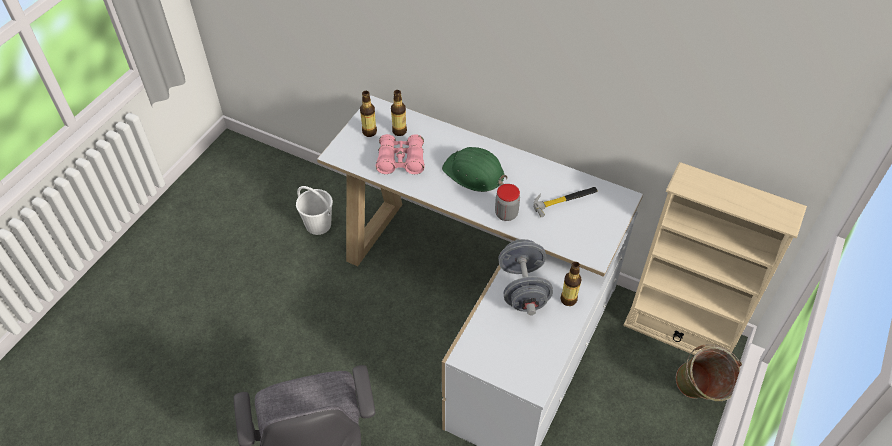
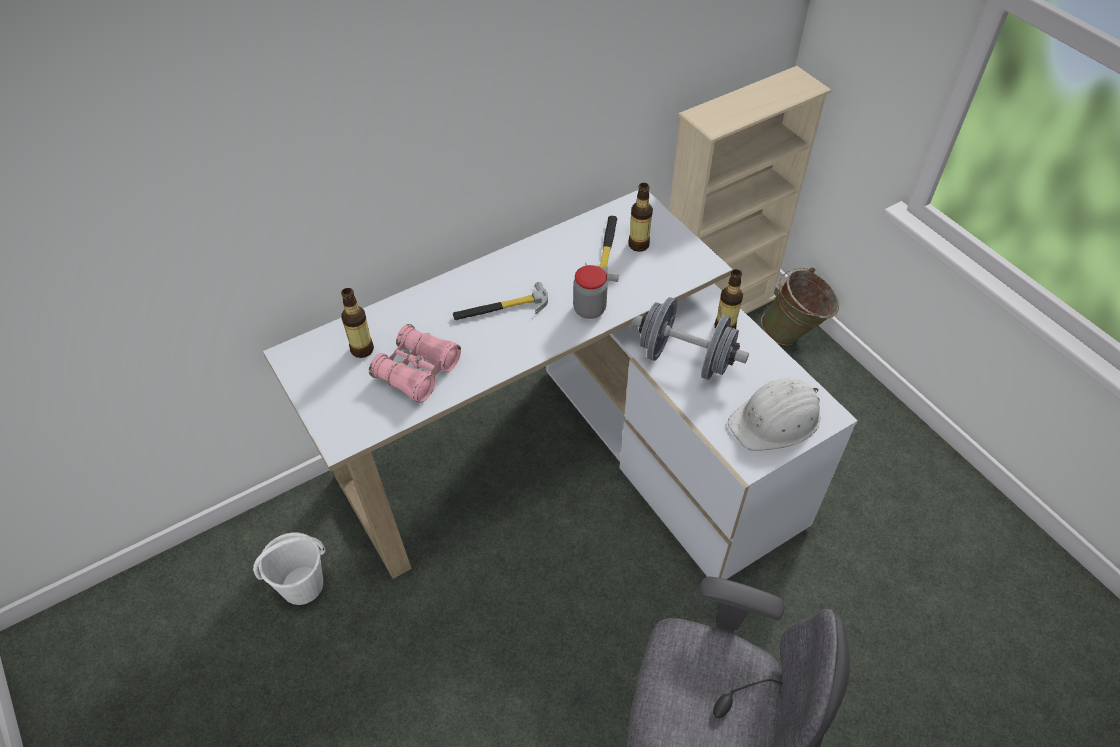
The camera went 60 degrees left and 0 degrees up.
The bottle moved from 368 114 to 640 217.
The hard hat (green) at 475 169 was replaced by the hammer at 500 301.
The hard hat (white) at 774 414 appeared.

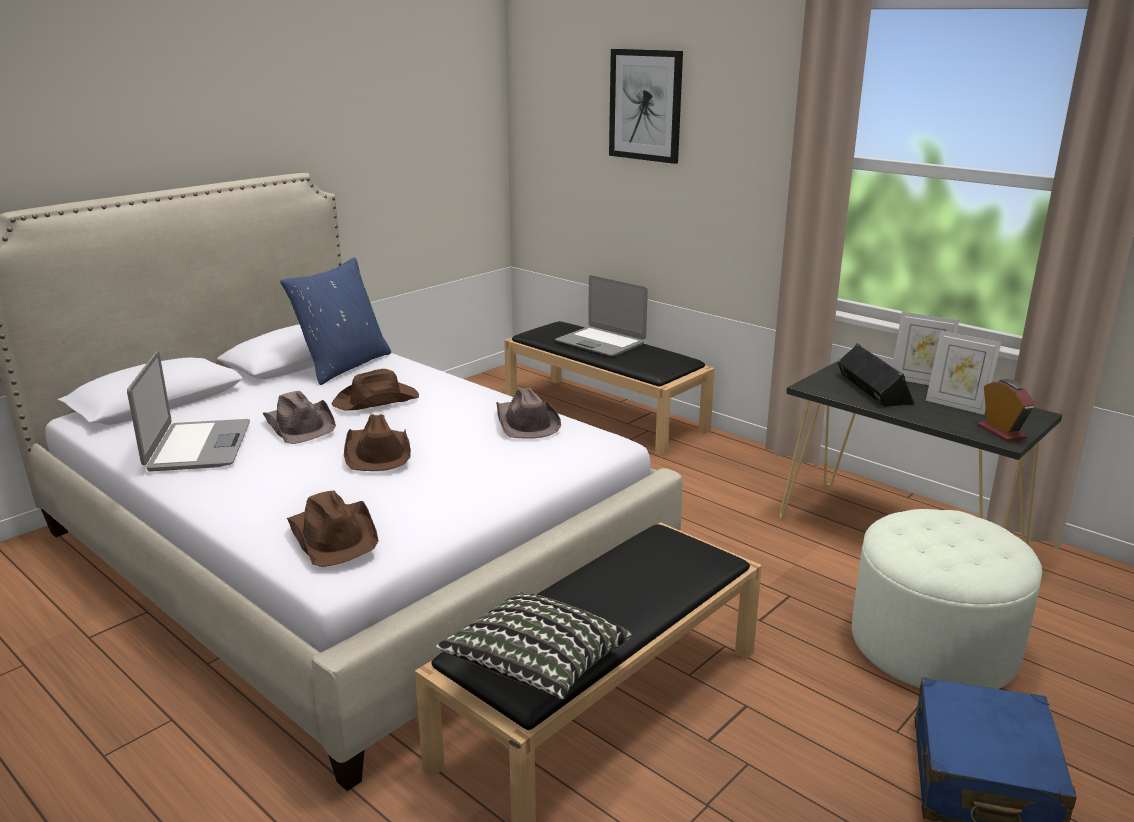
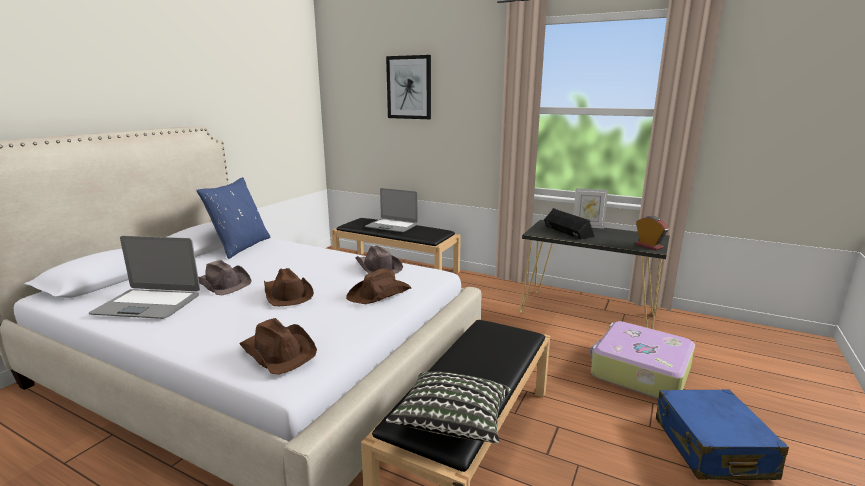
The camera went 15 degrees left and 5 degrees down.
The picture frame at 963 373 disappeared.
The laptop at 188 411 turned 120 degrees clockwise.
The hat (brown) moved from 375 390 to 378 286.
The ottoman (white) at 947 599 was replaced by the suitcase at 642 360.

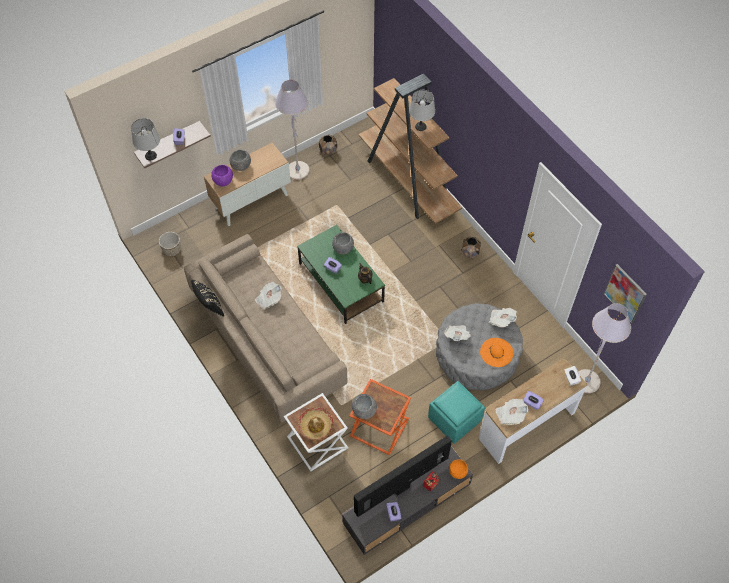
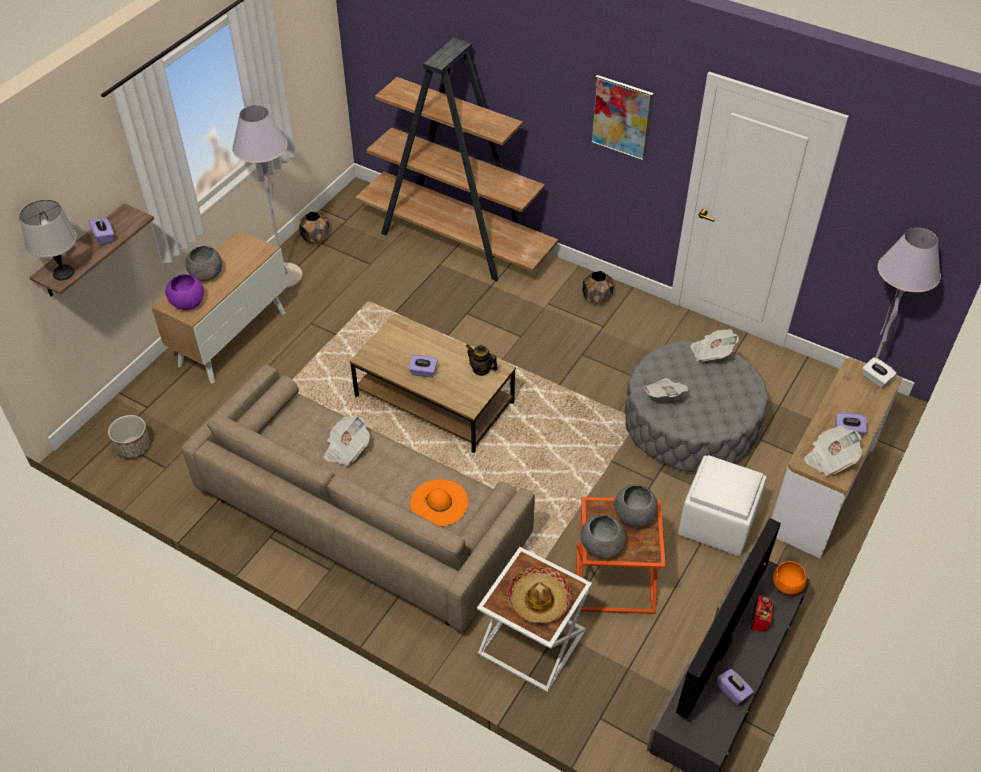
The camera went 25 degrees left and 10 degrees down.
The table lamp (grey) at 422 110 disappeared.
The coffee table (green) at 341 274 became the coffee table (brown) at 432 383.
The bowl (grey) moved from 343 243 to 636 506.
The picture moved from 625 294 to 622 118.
The pillow (black) at 207 298 disappeared.
The hat (orange) moved from 496 352 to 439 503.
The ottoman (turquoise) at 456 412 became the ottoman (white) at 722 505.

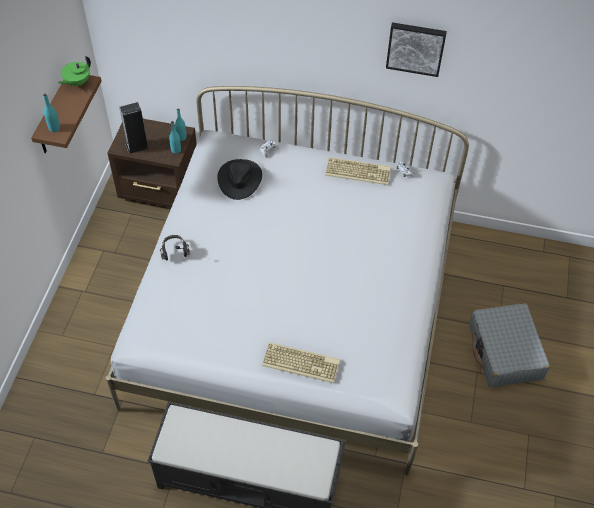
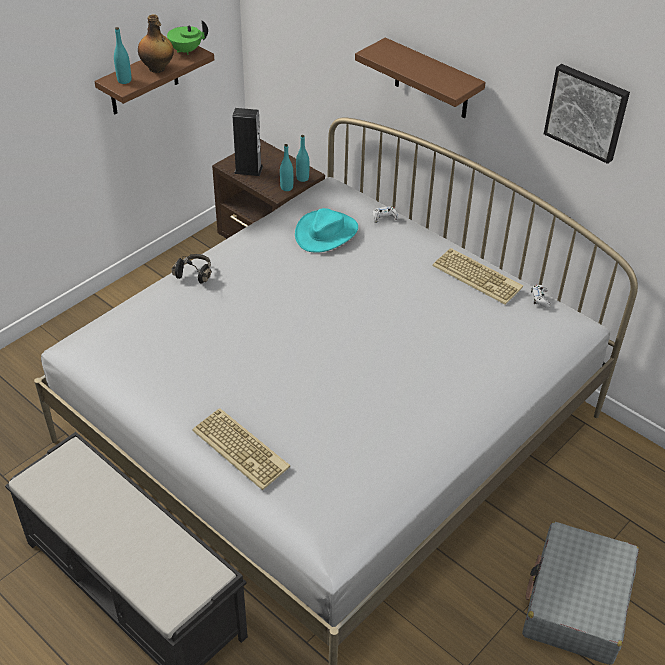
The camera went 30 degrees right and 10 degrees down.
The hat (black) at 239 179 became the hat (turquoise) at 326 230.
The bottle at 156 43 appeared.
The shelf (brown) at 420 78 appeared.

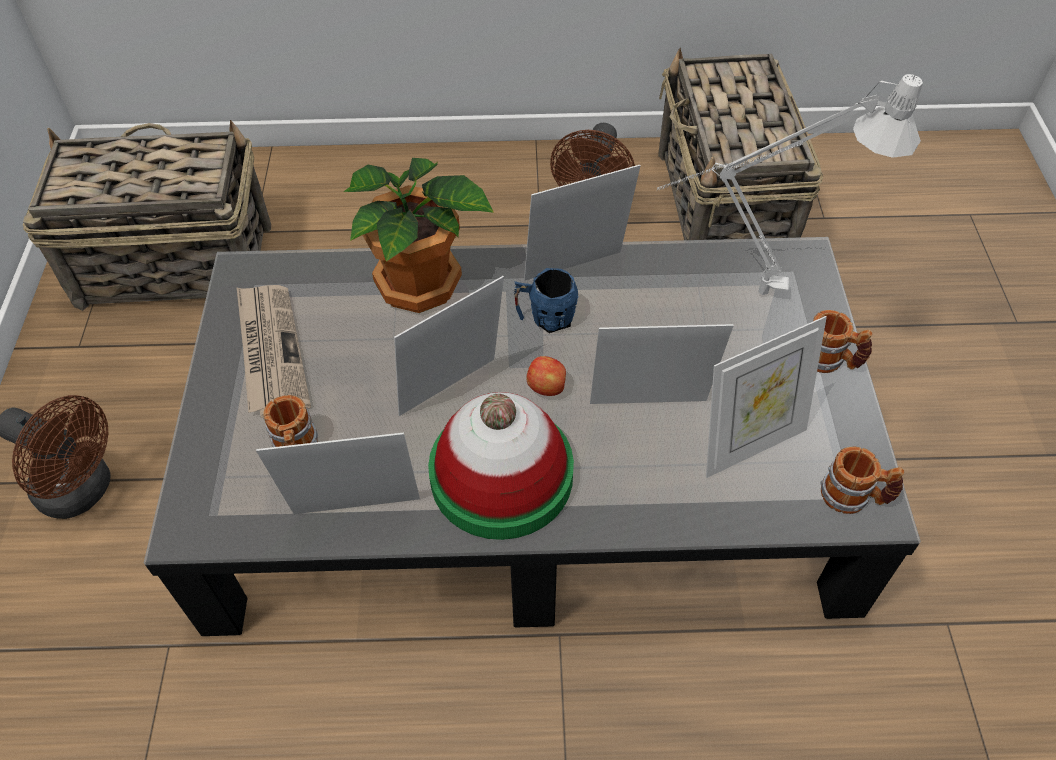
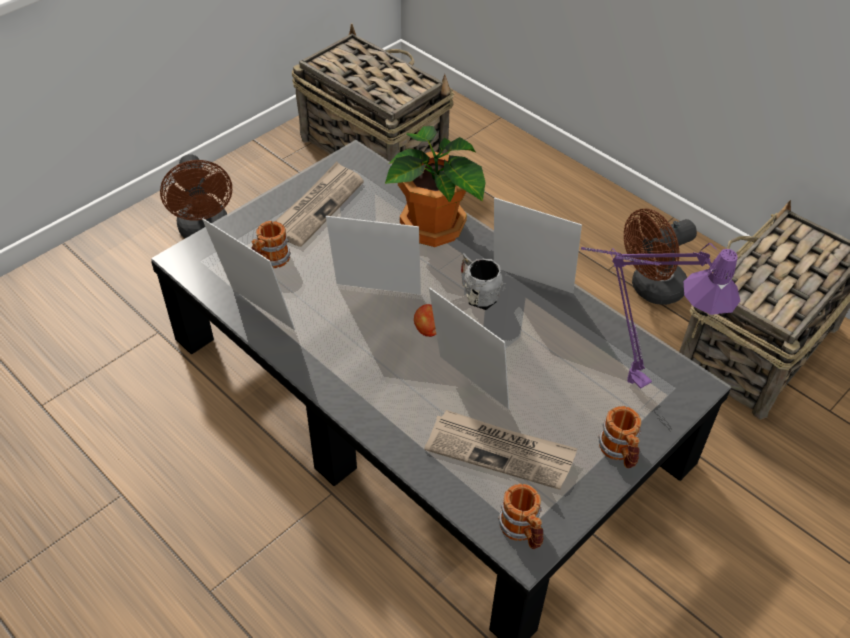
The camera went 45 degrees right and 5 degrees down.
The table lamp (grey) at 790 184 became the table lamp (purple) at 660 315.
The mug (blue) at 546 300 became the mug (grey) at 482 281.
The picture frame at 766 397 was replaced by the newspaper at 501 450.
The hat at 501 466 disappeared.

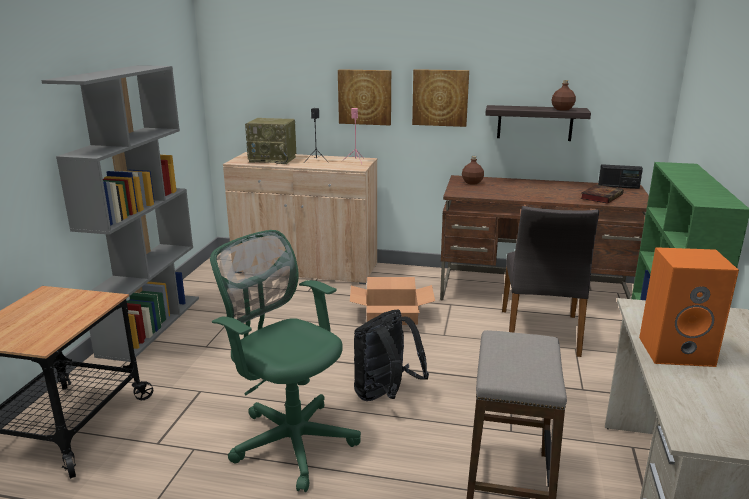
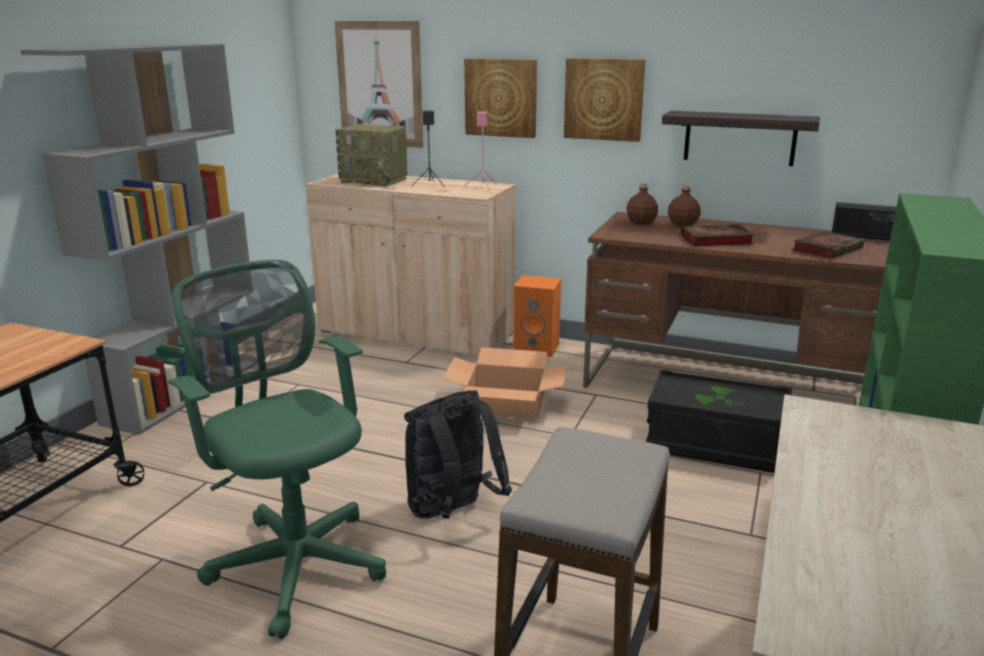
The camera went 10 degrees right and 0 degrees up.
The bottle (brown) moved from 564 95 to 684 206.
The chair (grey) at 550 281 was replaced by the storage box (black) at 719 421.
The speaker (orange) moved from 689 307 to 537 316.
The picture at 379 84 appeared.
The book at 718 235 appeared.

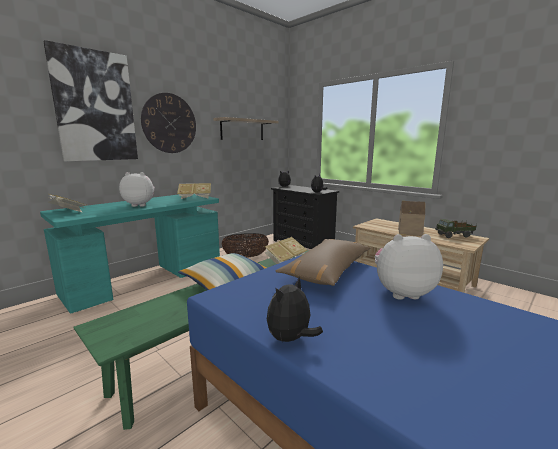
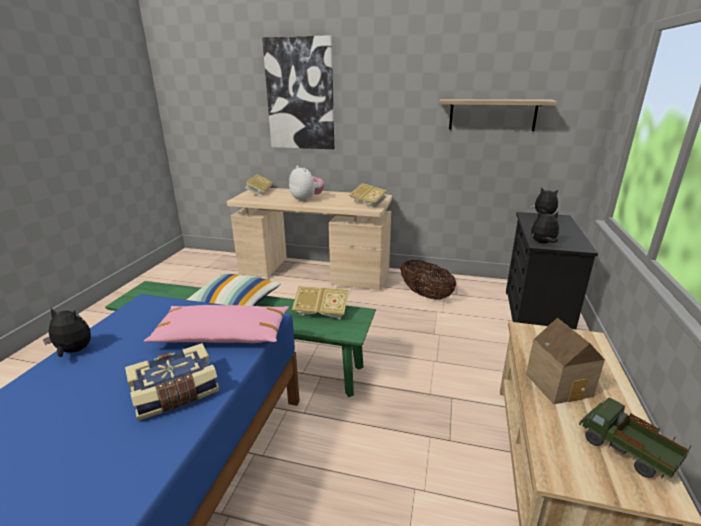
The camera went 60 degrees right and 10 degrees up.
The wall clock at 168 123 disappeared.
The desk (turquoise) at 130 253 became the desk (beige) at 309 239.
The plush toy at 409 267 was replaced by the book at 172 381.
The pillow (brown) at 322 262 became the pillow (pink) at 216 324.

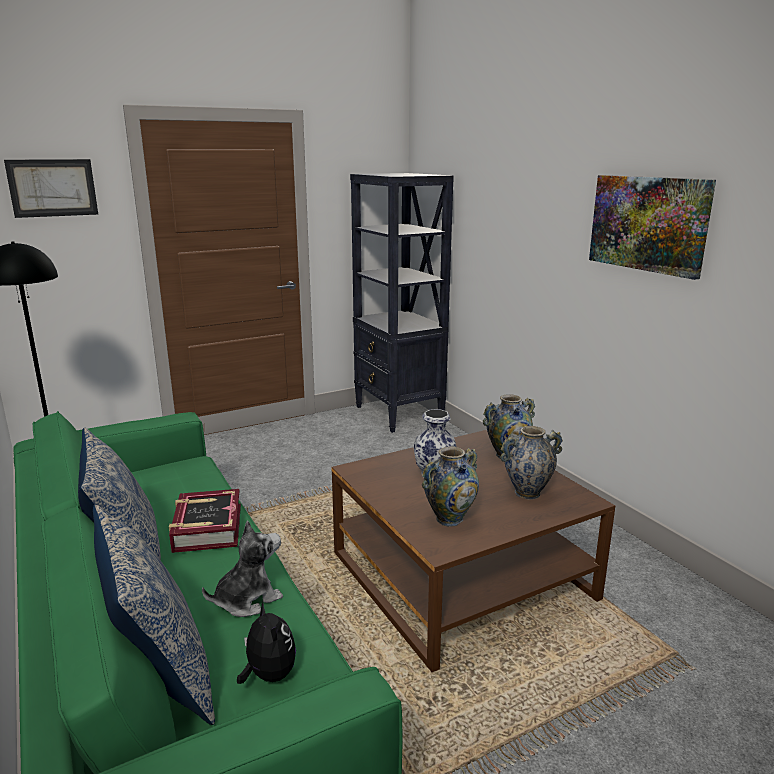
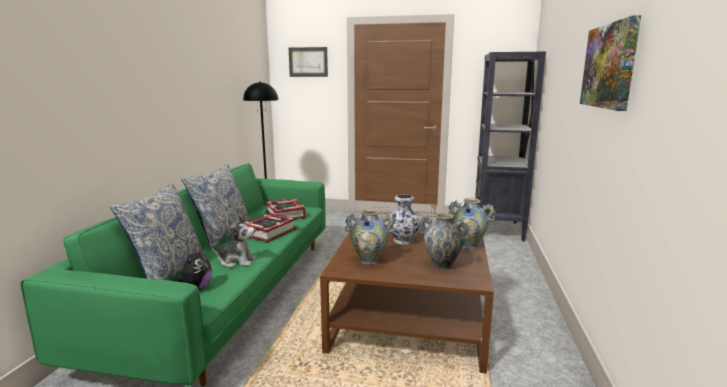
The camera went 40 degrees right and 5 degrees down.
The book at 285 208 appeared.

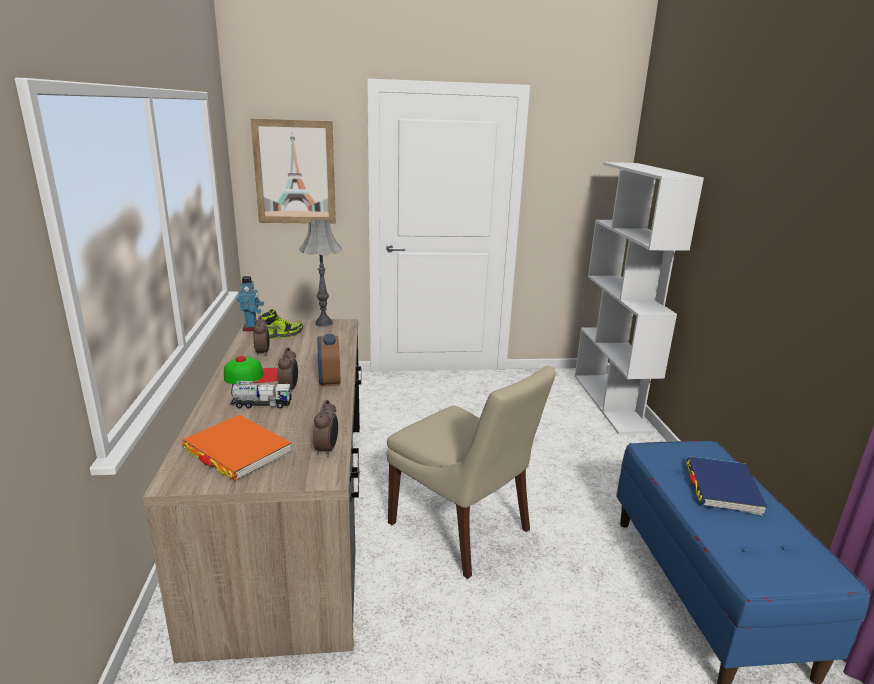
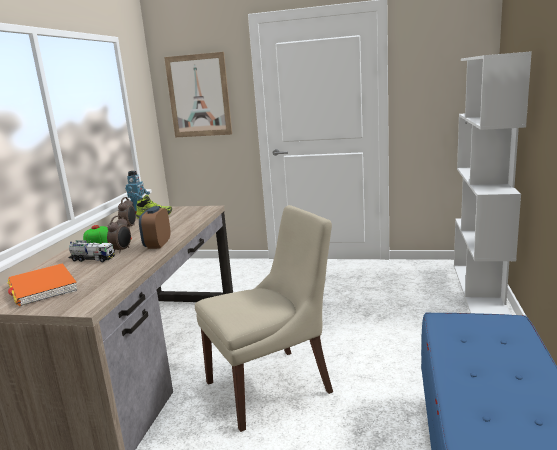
The camera went 20 degrees right and 5 degrees down.
The table lamp (grey) at 320 273 disappeared.
The chair (beige) at 471 472 turned 90 degrees counterclockwise.
The alarm clock at 325 428 disappeared.
The book (blue) at 726 485 disappeared.

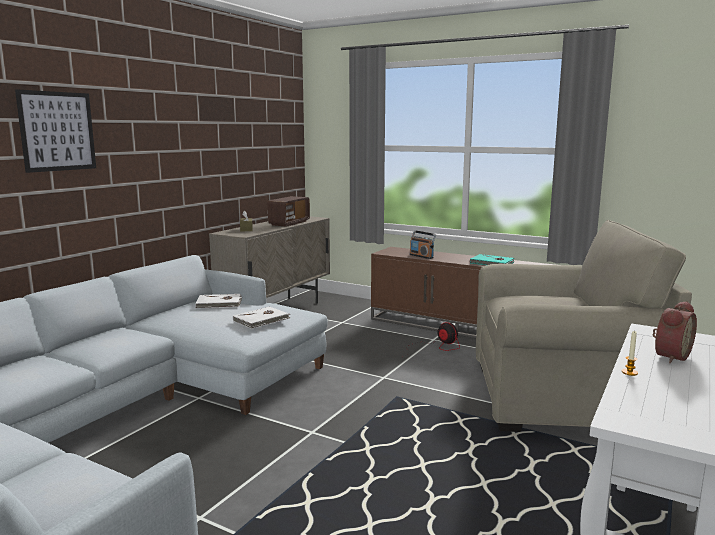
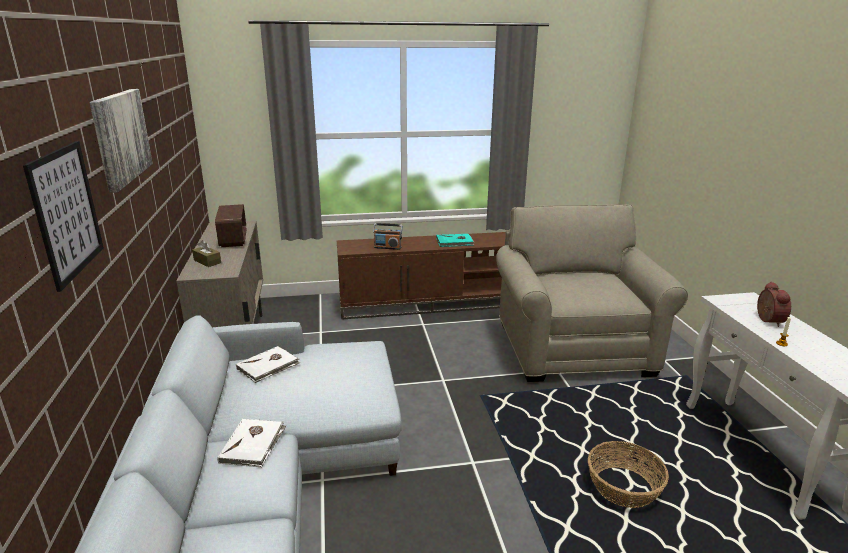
The camera went 40 degrees left and 10 degrees up.
The armchair (beige) at 584 326 turned 60 degrees counterclockwise.
The book (white) moved from 262 318 to 251 443.
The fan at 433 339 disappeared.
The picture at 121 141 appeared.
The basket at 628 474 appeared.

